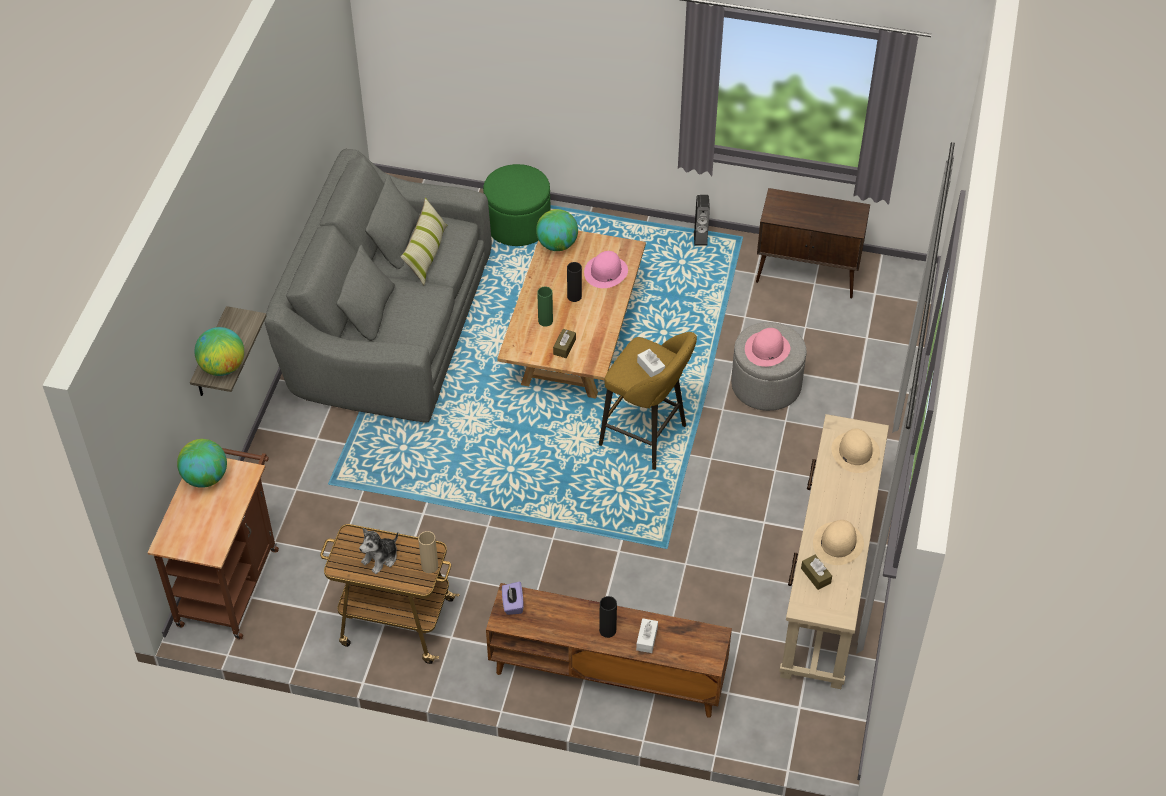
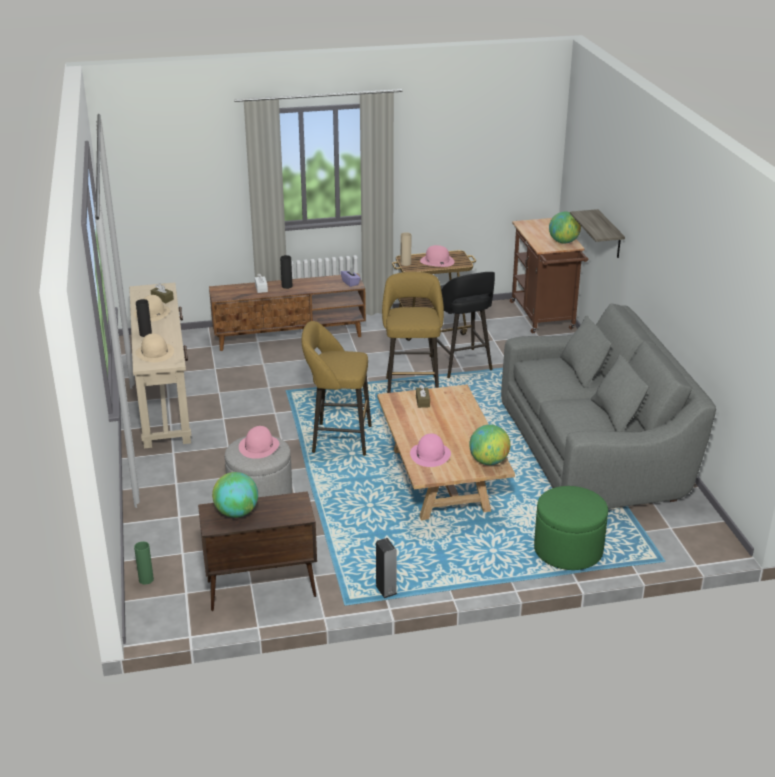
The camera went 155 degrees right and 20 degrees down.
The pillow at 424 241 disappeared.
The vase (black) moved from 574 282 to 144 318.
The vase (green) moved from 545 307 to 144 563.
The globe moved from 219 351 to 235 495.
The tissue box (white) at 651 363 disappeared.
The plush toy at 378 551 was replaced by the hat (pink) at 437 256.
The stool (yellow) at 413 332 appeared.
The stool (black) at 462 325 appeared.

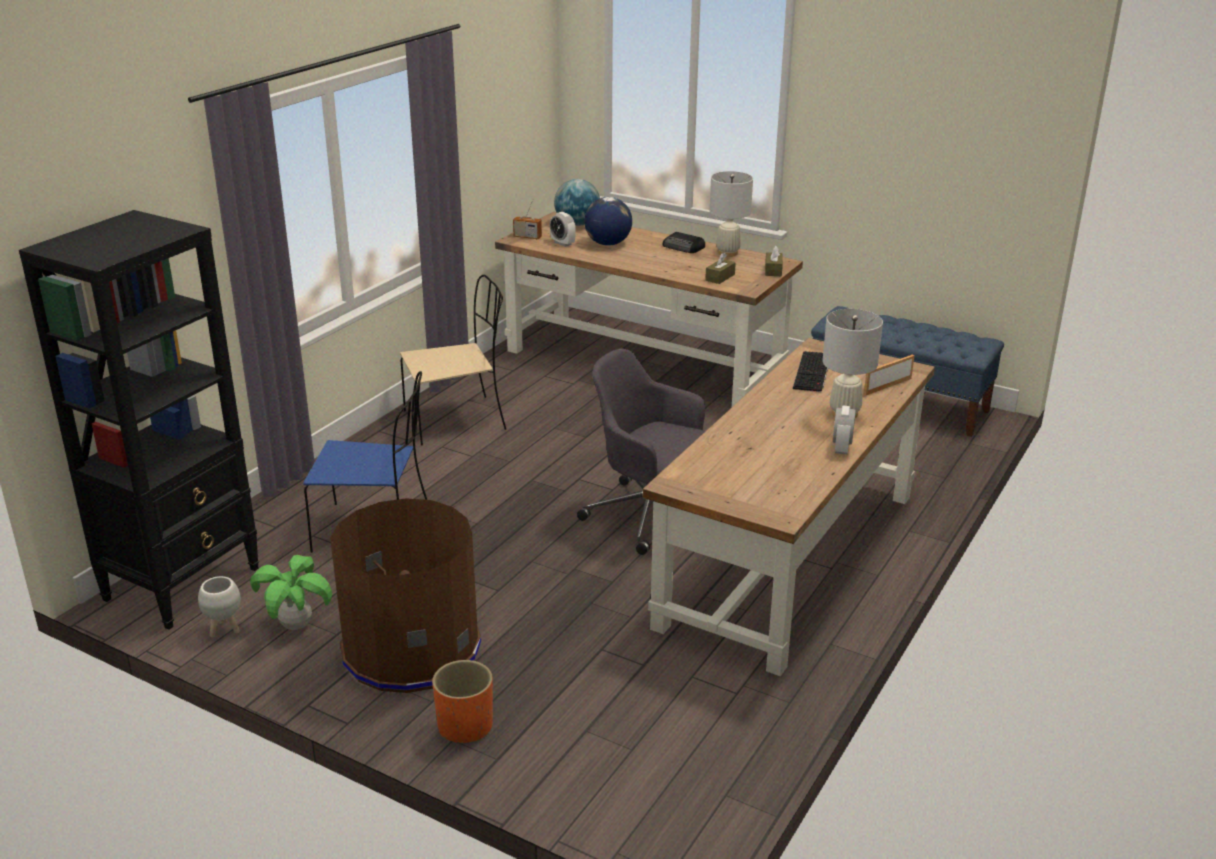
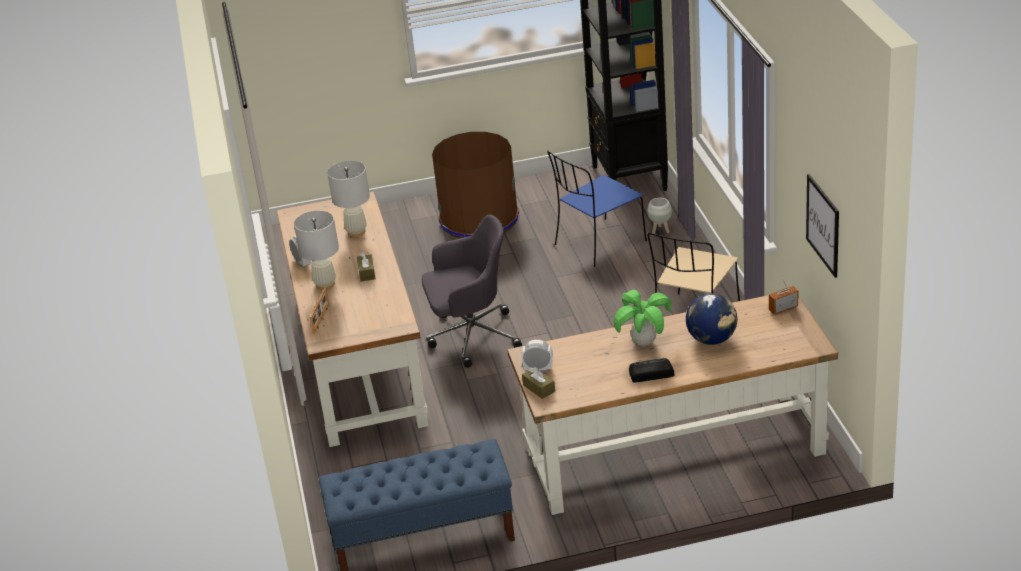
The camera went 140 degrees right and 5 degrees up.
The table lamp (white) moved from 731 214 to 348 199.
The globe at 577 202 disappeared.
The alarm clock moved from 563 229 to 537 355.
The tissue box (brown) moved from 720 268 to 366 267.
The keyboard at 810 371 disappeared.
The potted plant moved from 291 592 to 643 318.
The planter (white) moved from 219 606 to 659 216.
The planter (orange) at 462 701 disappeared.
The picture at 822 226 appeared.

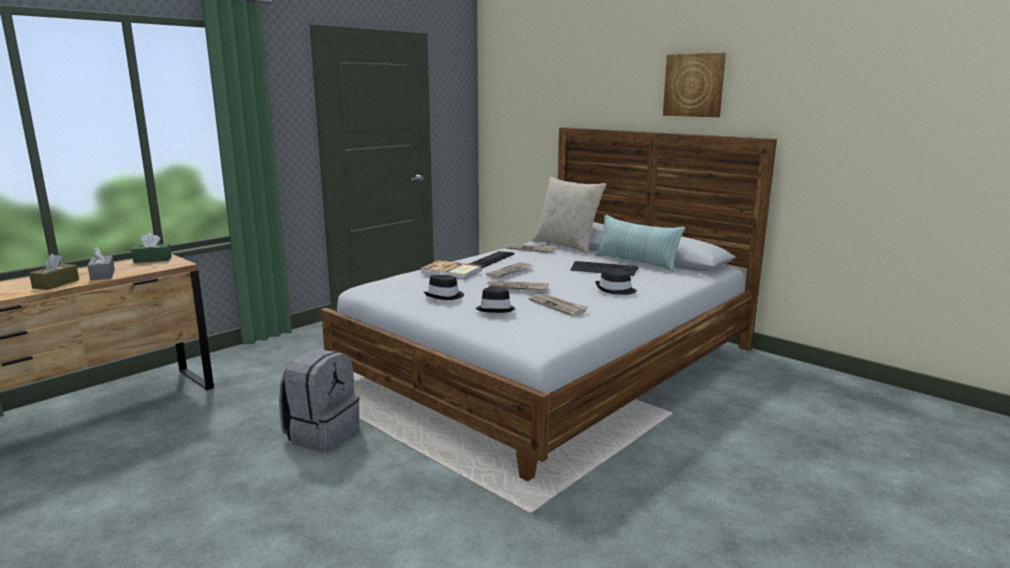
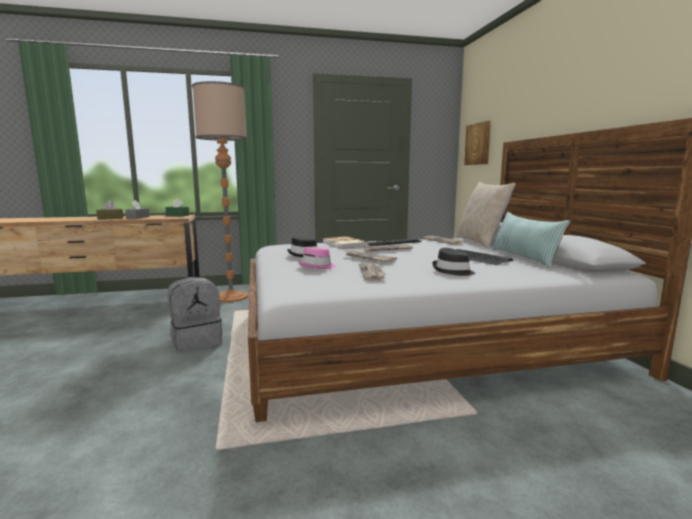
The camera went 35 degrees right and 5 degrees down.
The picture moved from 694 85 to 477 143.
The hat (black) at 496 300 became the hat (pink) at 317 258.
The floor lamp at 220 191 appeared.

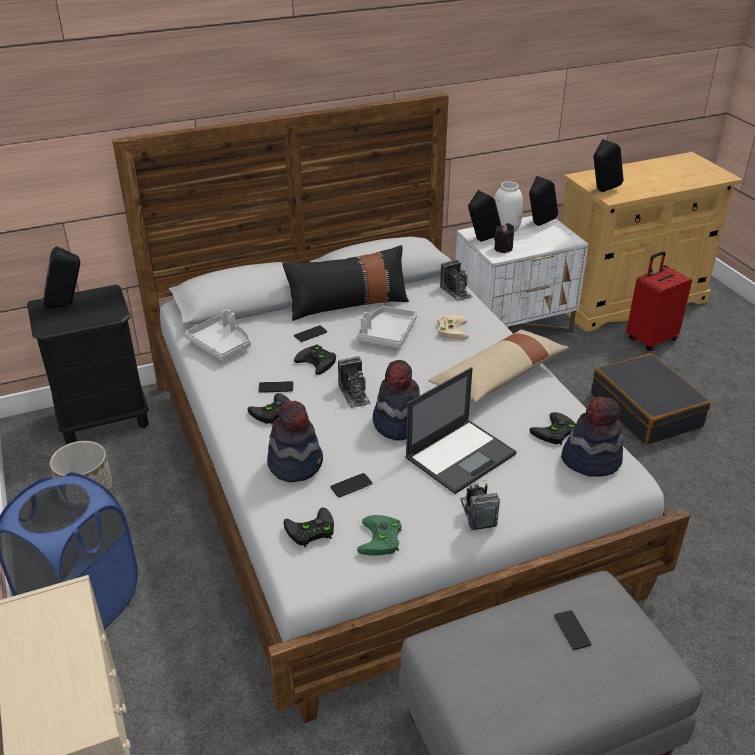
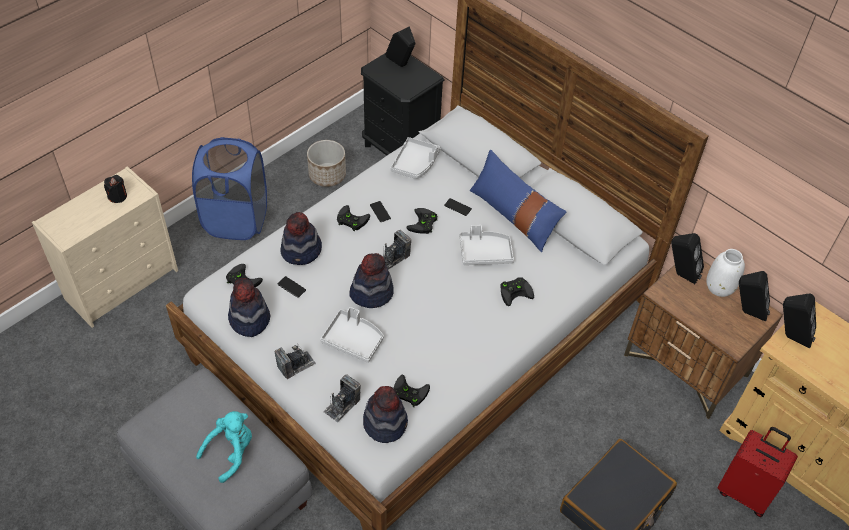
The camera went 65 degrees right and 15 degrees up.
The nightstand (white) at 522 275 became the nightstand (brown) at 703 339.
The candle (black) moved from 504 238 to 115 189.
The pillow (black) at 345 283 became the pillow (blue) at 518 200.
The photo camera moved from 456 280 to 342 398.
The game controller (beige) at 453 327 became the game controller (black) at 517 291.
The pillow (beige) at 498 365 disappeared.
The laptop at 461 430 was replaced by the tray (grey) at 352 335.
The game controller (green) at 379 535 was replaced by the hat at 249 307.
The phone at 572 630 was replaced by the plush toy (turquoise) at 224 447.

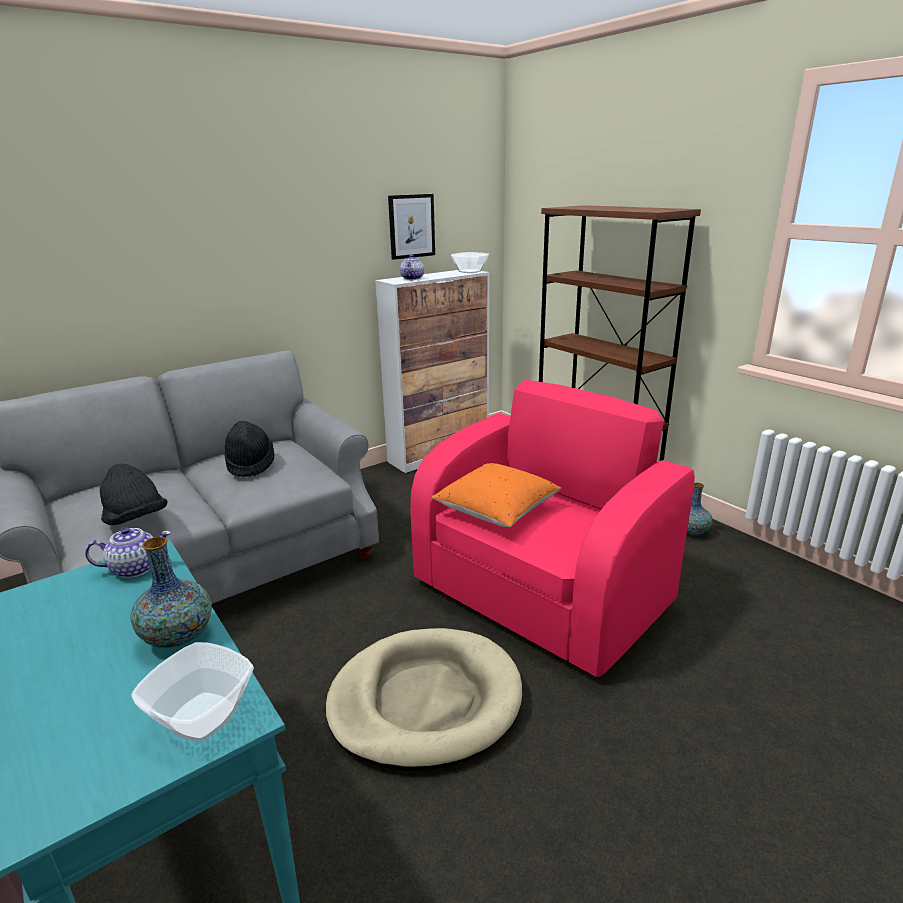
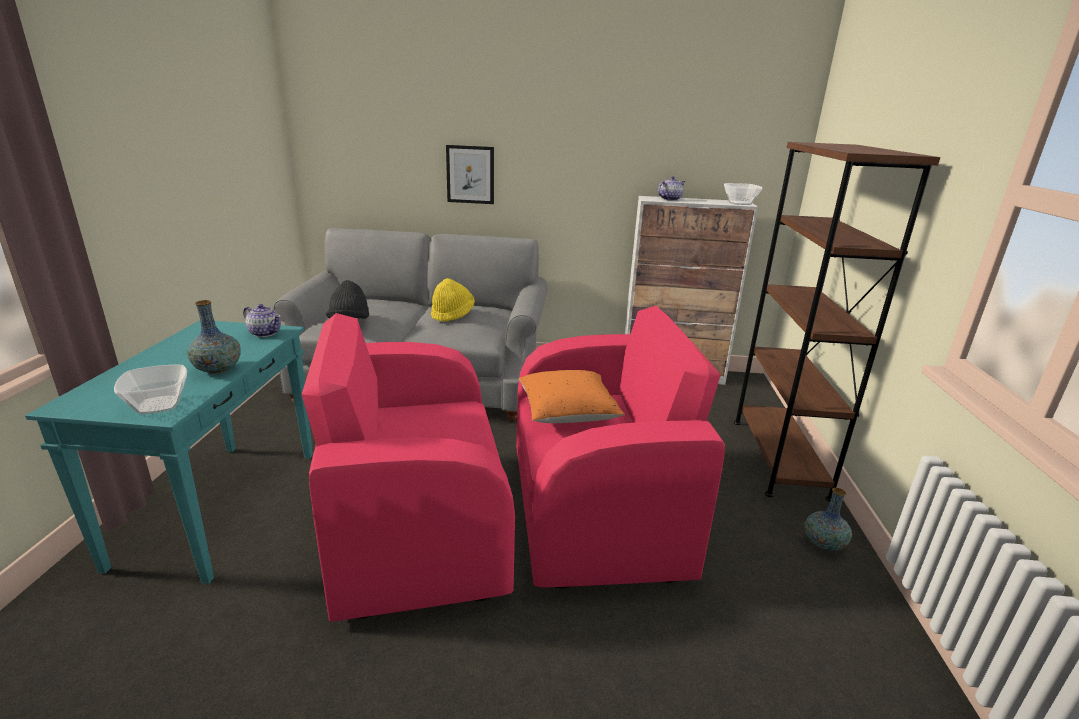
The camera went 40 degrees right and 0 degrees up.
The picture moved from 411 227 to 470 174.
The hat (black) at 249 449 became the hat (yellow) at 453 300.
The dog bed (beige) at 424 699 was replaced by the armchair (pink) at 408 467.

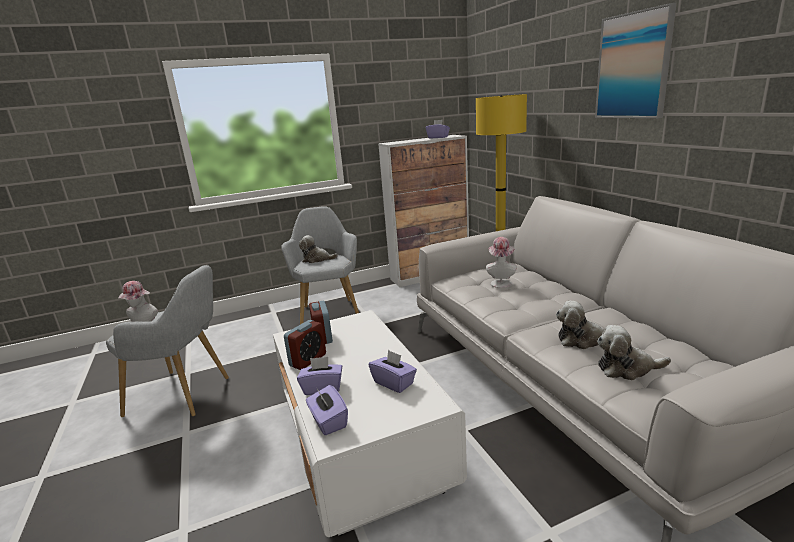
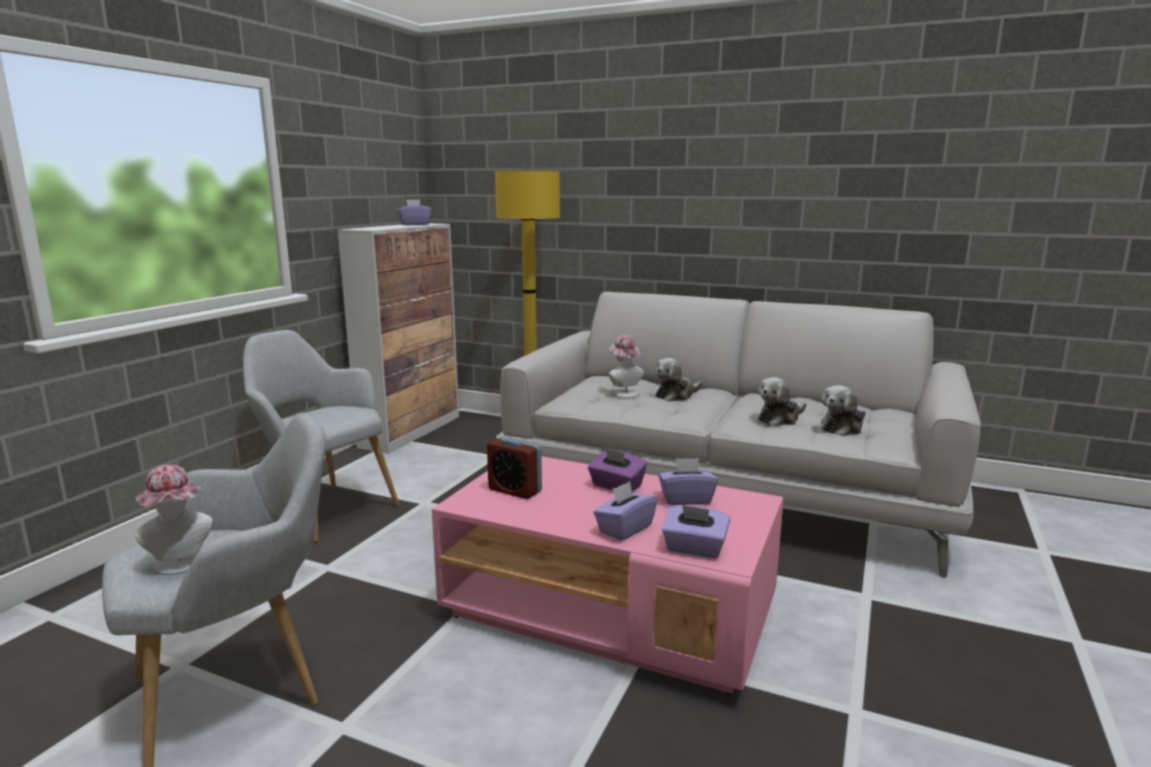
The camera went 45 degrees left and 5 degrees down.
The picture at 636 60 disappeared.
The plush toy moved from 318 249 to 678 380.
The coffee table (white) at 370 423 became the coffee table (pink) at 607 575.
The alarm clock at 305 345 disappeared.
The tissue box (purple) at 617 470 appeared.

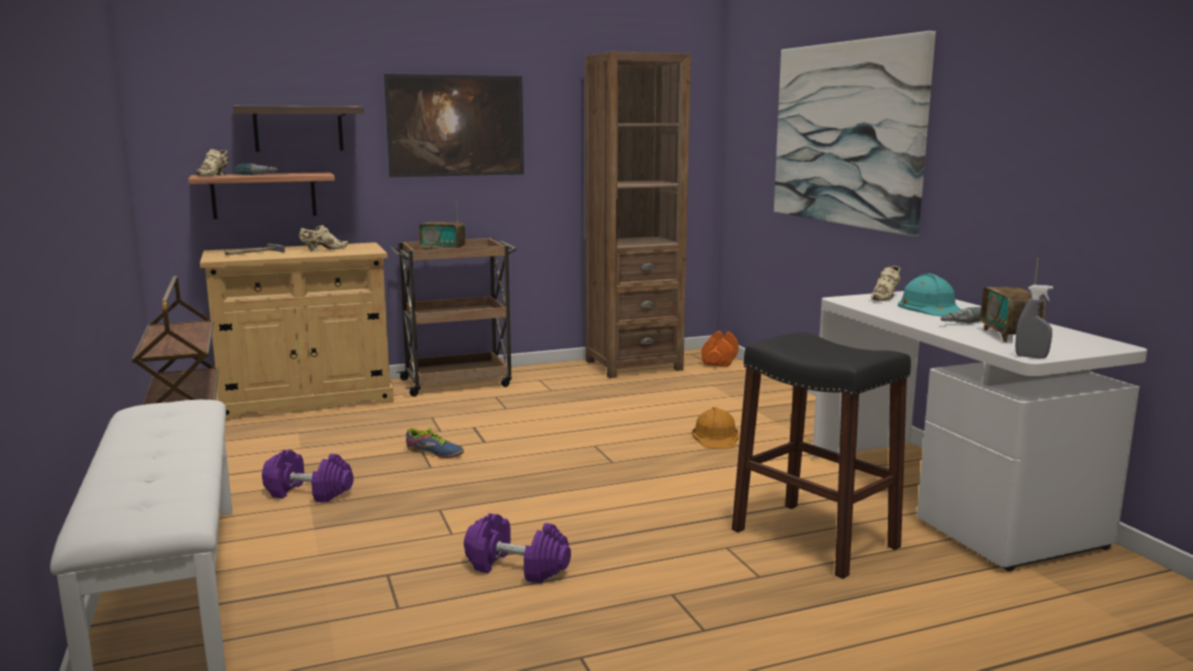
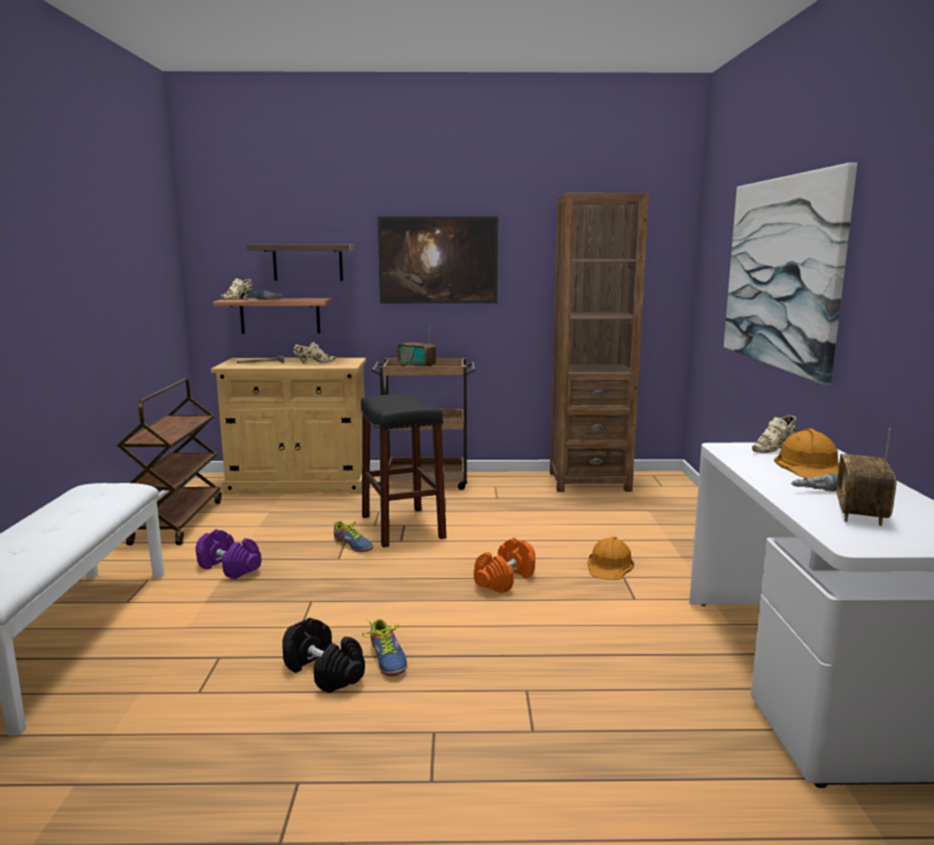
The camera went 20 degrees right and 0 degrees up.
The hard hat (turquoise) at 930 294 became the hard hat (orange) at 806 453.
The spray bottle (grey) at 1034 321 disappeared.
The dumbbell (orange) moved from 720 349 to 504 565.
The stool (black) moved from 821 455 to 403 470.
The dumbbell (purple) at 517 548 became the dumbbell (black) at 323 655.
The shoe at 384 647 appeared.

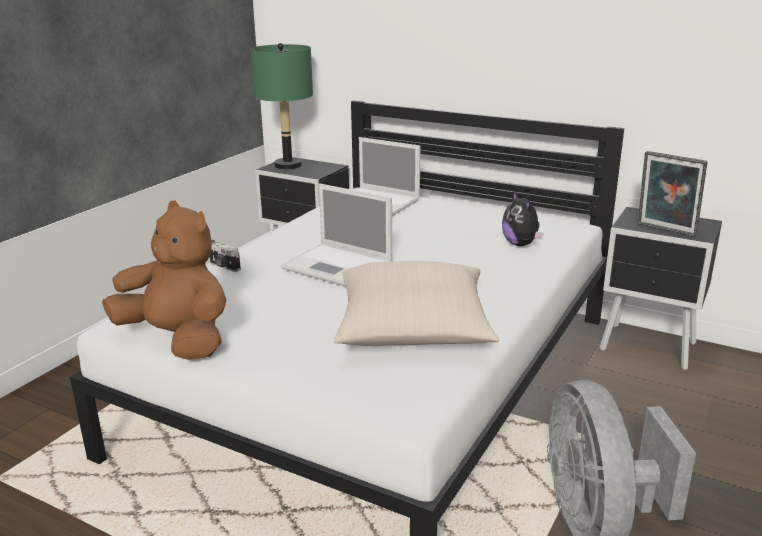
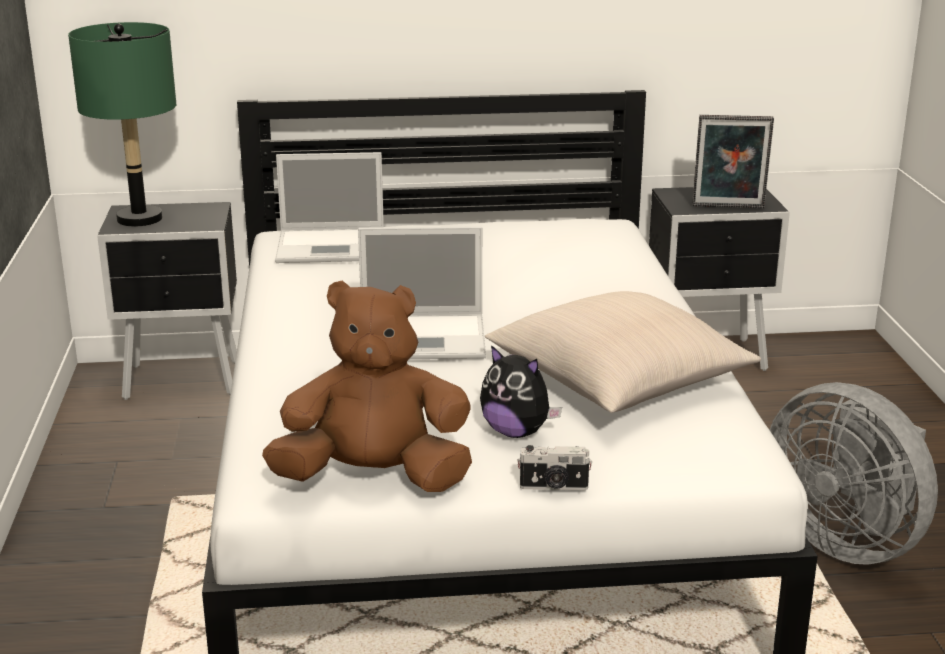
The camera went 35 degrees left and 0 degrees up.
The plush toy moved from 523 218 to 521 391.
The photo camera moved from 225 256 to 554 467.

